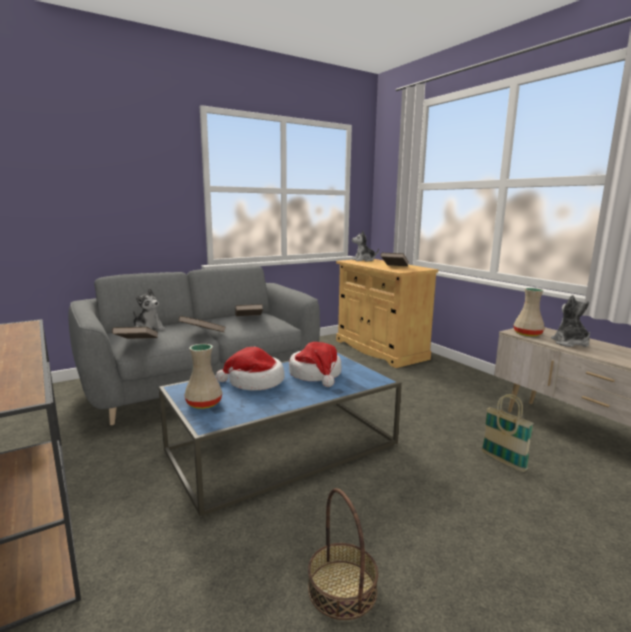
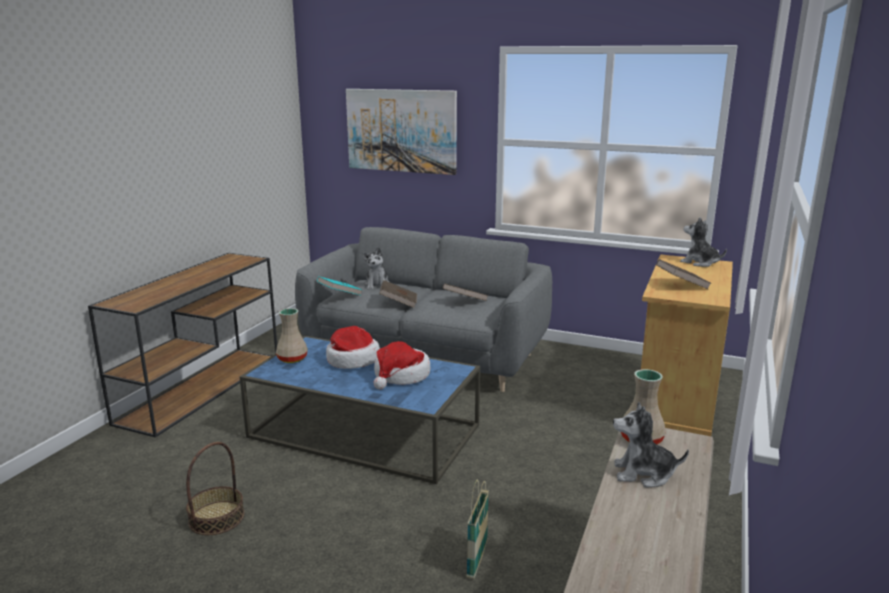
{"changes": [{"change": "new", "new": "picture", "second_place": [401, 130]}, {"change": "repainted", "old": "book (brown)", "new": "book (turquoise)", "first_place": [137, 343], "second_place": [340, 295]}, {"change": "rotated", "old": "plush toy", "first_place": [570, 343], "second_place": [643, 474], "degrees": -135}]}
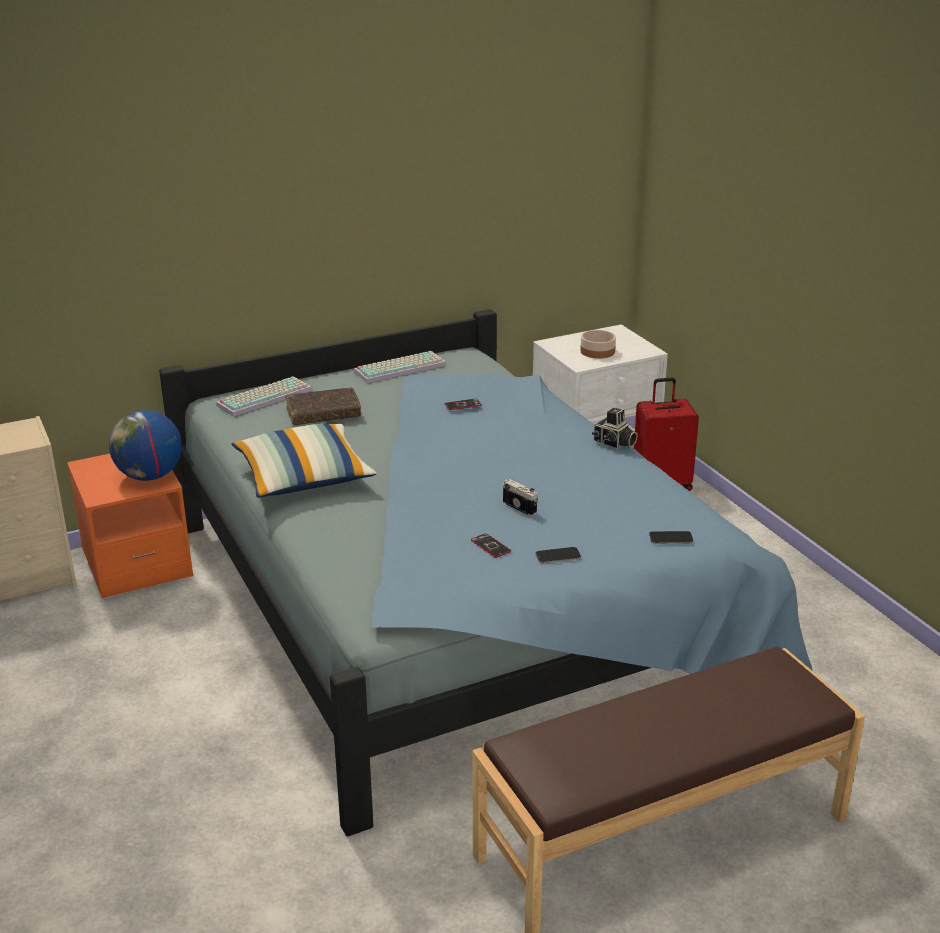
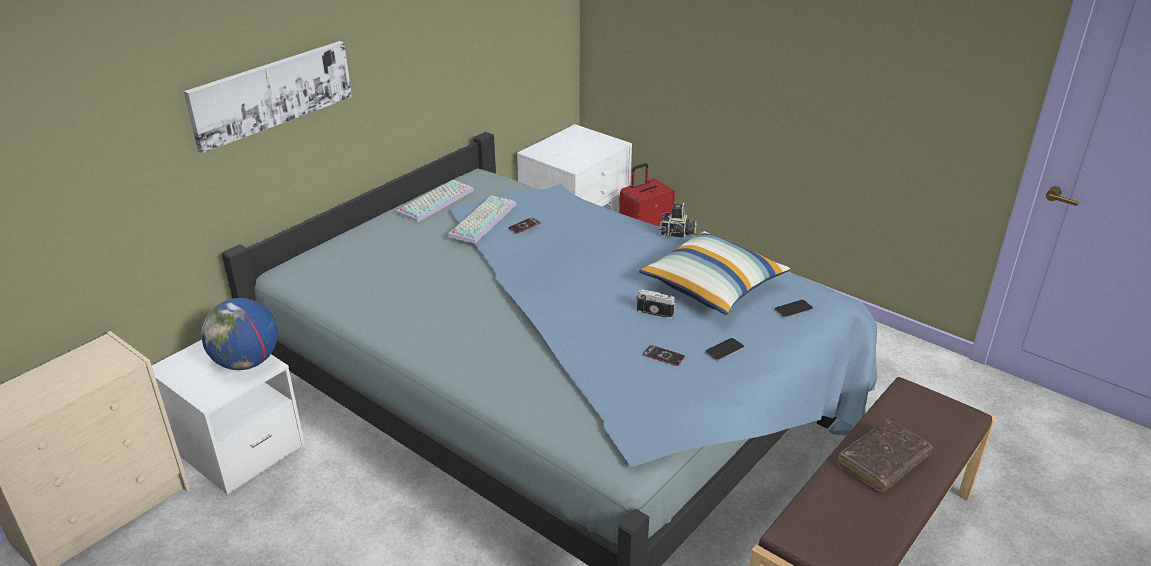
{"changes": [{"change": "gone", "old": "bowl", "first_place": [597, 351]}, {"change": "new", "new": "picture", "second_place": [271, 93]}, {"change": "shifted", "old": "keyboard", "first_place": [265, 397], "second_place": [482, 219]}, {"change": "shifted", "old": "pillow", "first_place": [303, 478], "second_place": [712, 287]}, {"change": "shifted", "old": "book (brown)", "first_place": [323, 414], "second_place": [882, 463]}, {"change": "repainted", "old": "nightstand (orange)", "new": "nightstand (white)", "first_place": [137, 564], "second_place": [237, 447]}]}
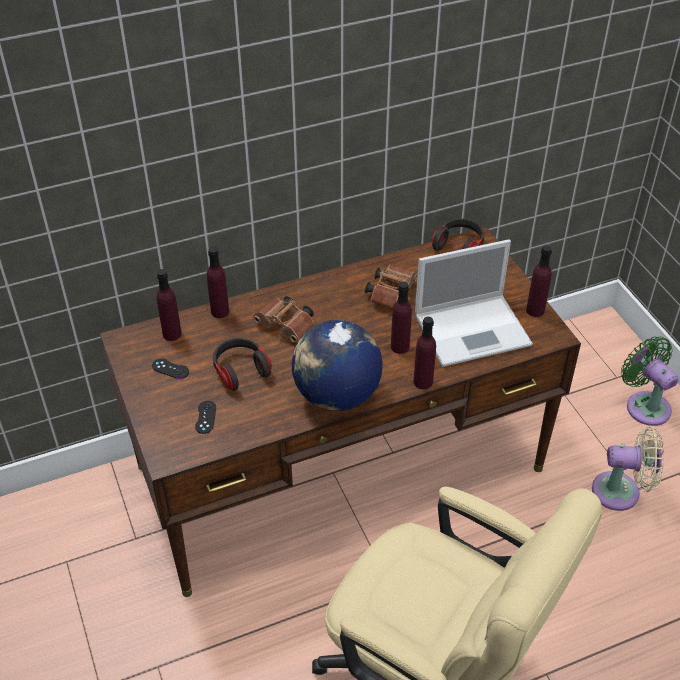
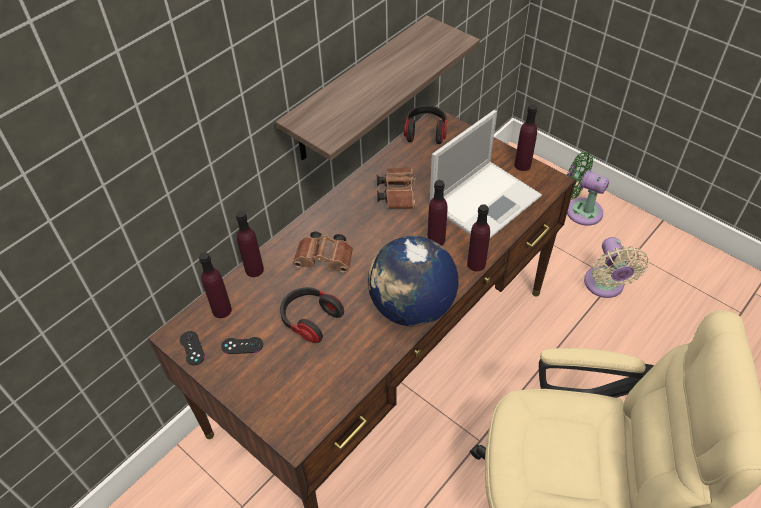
{"changes": [{"change": "new", "new": "shelf", "second_place": [357, 90]}, {"change": "shifted", "old": "game controller (black)", "first_place": [205, 417], "second_place": [192, 348]}, {"change": "rotated", "old": "fan (beige)", "first_place": [621, 492], "second_place": [605, 286], "degrees": 105}]}
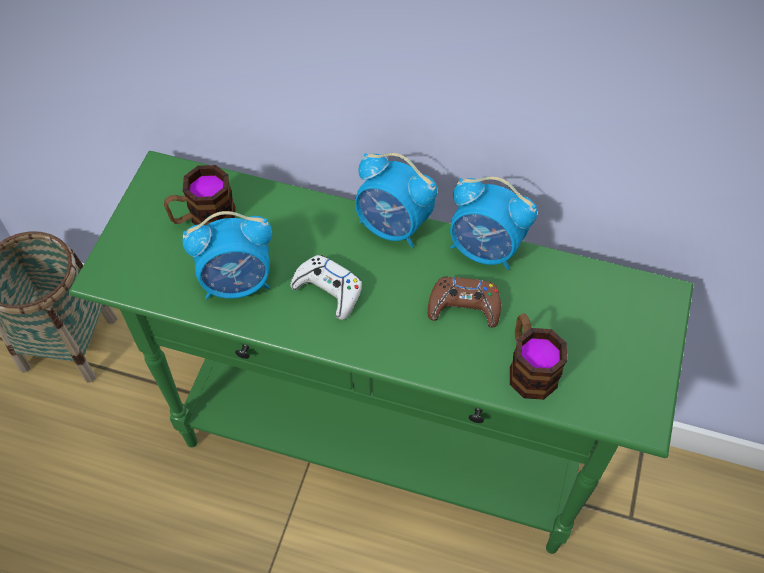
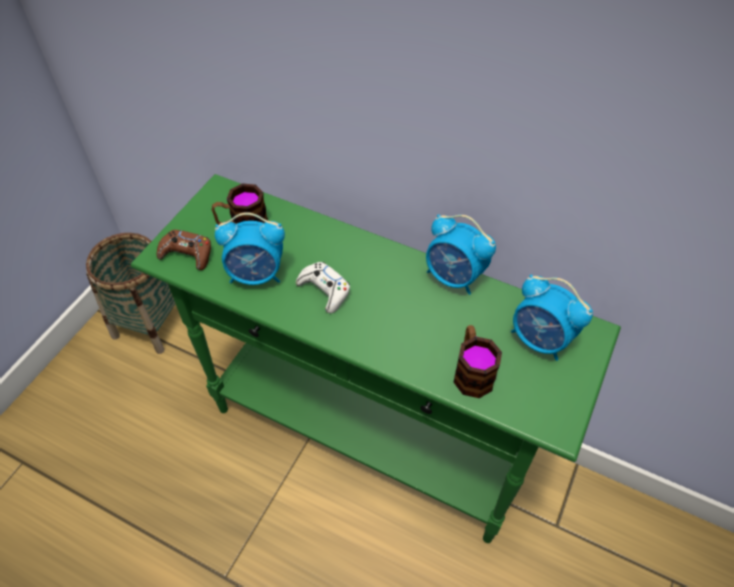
{"changes": [{"change": "shifted", "old": "alarm clock", "first_place": [393, 227], "second_place": [540, 340]}, {"change": "shifted", "old": "game controller (brown)", "first_place": [464, 307], "second_place": [187, 254]}]}
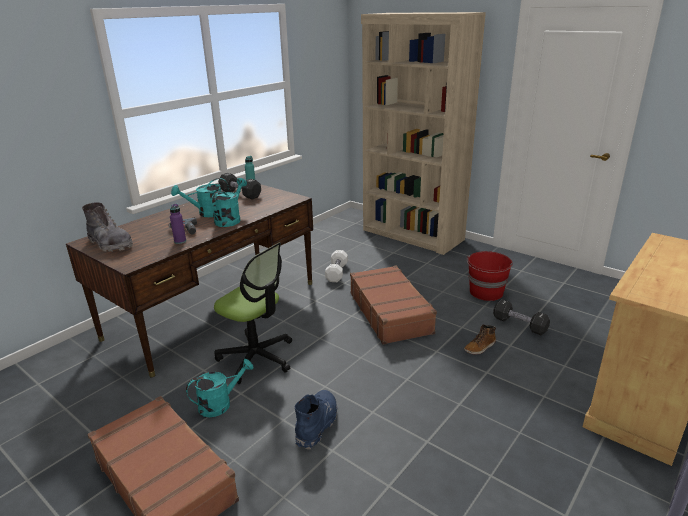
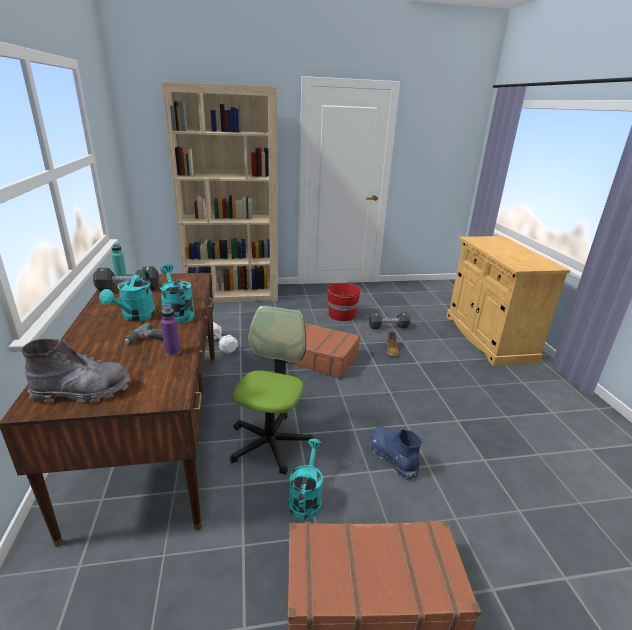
{"changes": [{"change": "rotated", "old": "office chair", "first_place": [256, 358], "second_place": [271, 443], "degrees": -60}]}
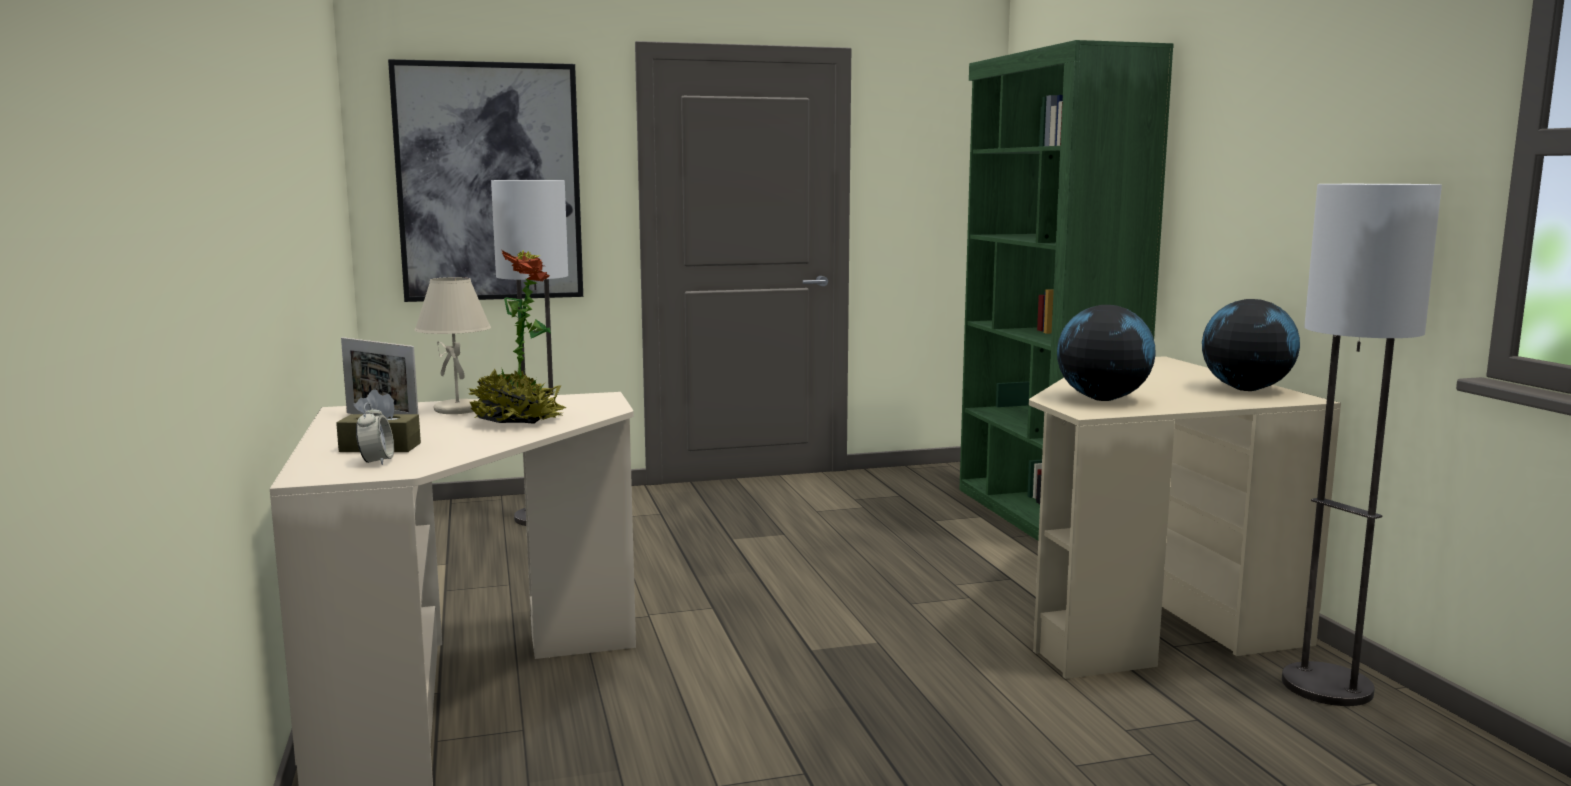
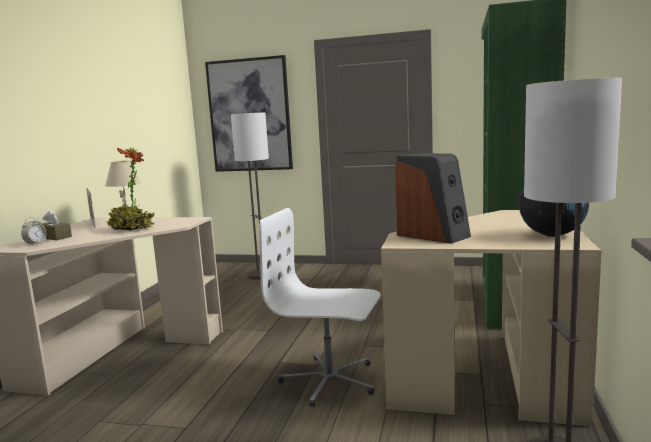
{"changes": [{"change": "new", "new": "office chair (white)", "second_place": [329, 381]}, {"change": "swapped", "old": "globe", "new": "speaker", "first_place": [1102, 399], "second_place": [433, 235]}]}
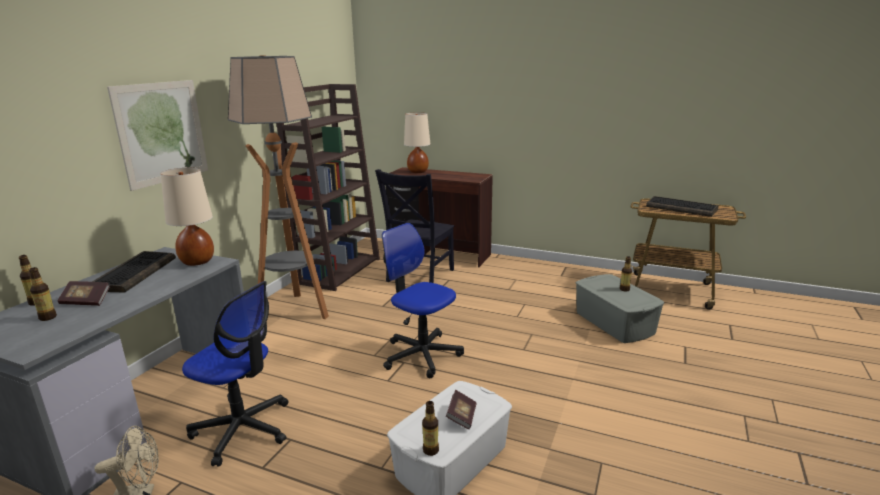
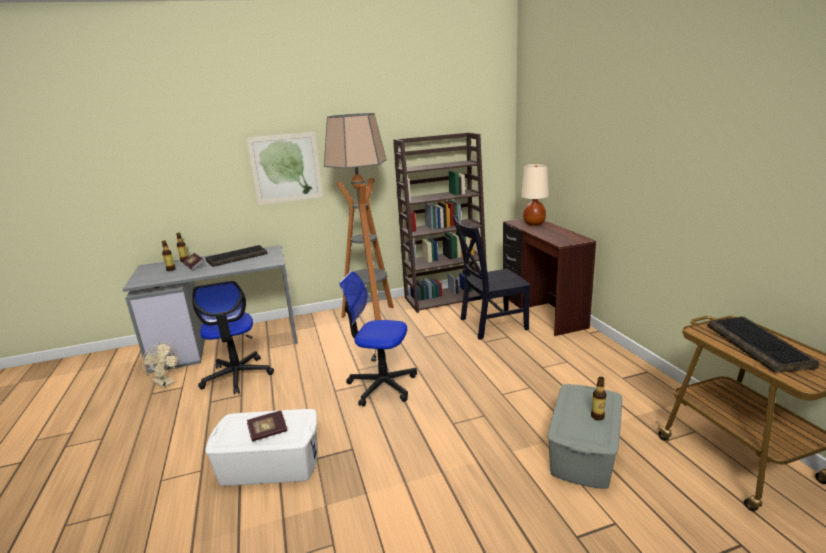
{"changes": [{"change": "gone", "old": "table lamp (beige)", "first_place": [198, 262]}, {"change": "gone", "old": "bottle", "first_place": [431, 450]}, {"change": "rotated", "old": "office chair", "first_place": [422, 355], "second_place": [382, 385], "degrees": -75}]}
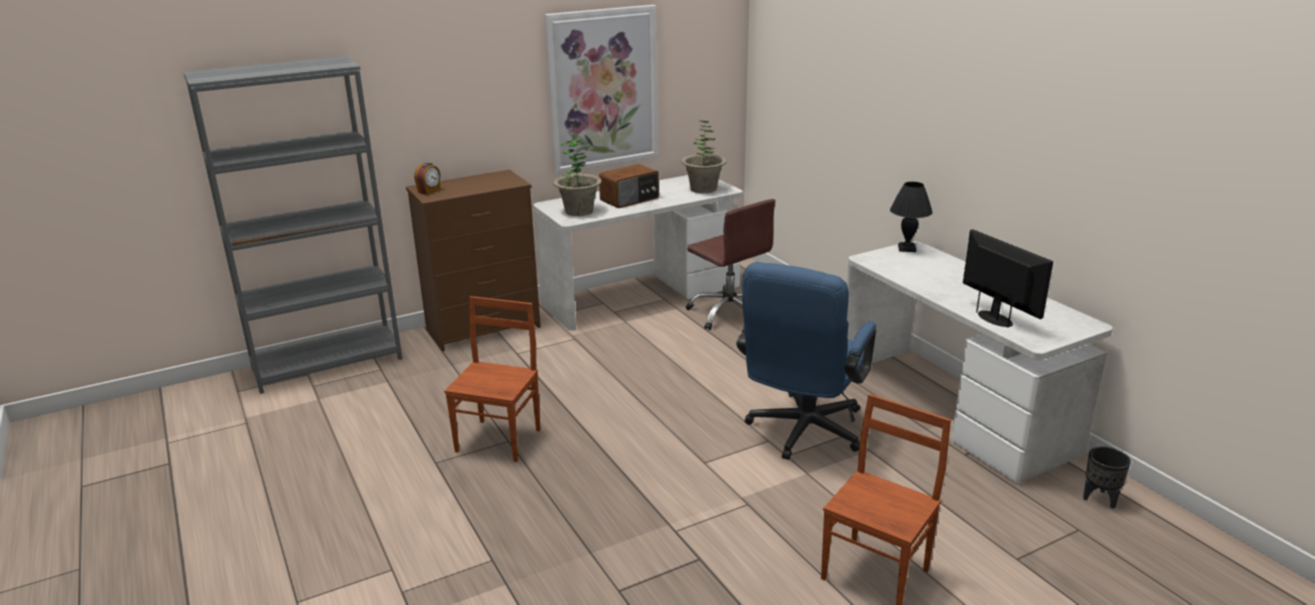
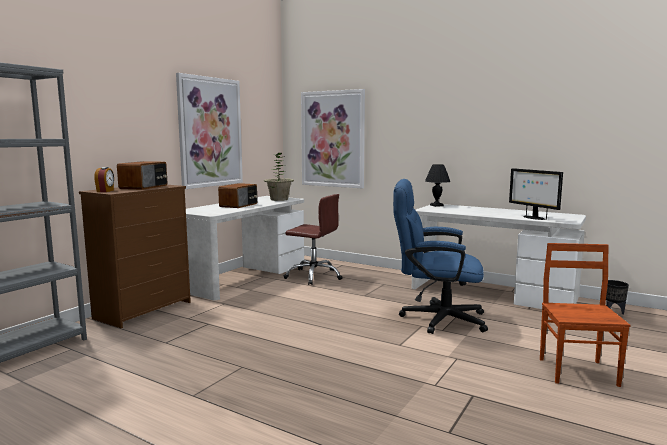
{"changes": [{"change": "gone", "old": "chair (brown)", "first_place": [500, 440]}, {"change": "gone", "old": "potted plant", "first_place": [579, 211]}, {"change": "new", "new": "radio", "second_place": [144, 187]}, {"change": "new", "new": "picture", "second_place": [332, 139]}, {"change": "rotated", "old": "office chair (blue)", "first_place": [802, 433], "second_place": [435, 318], "degrees": 105}, {"change": "rotated", "old": "monitor", "first_place": [996, 319], "second_place": [533, 218], "degrees": -150}]}
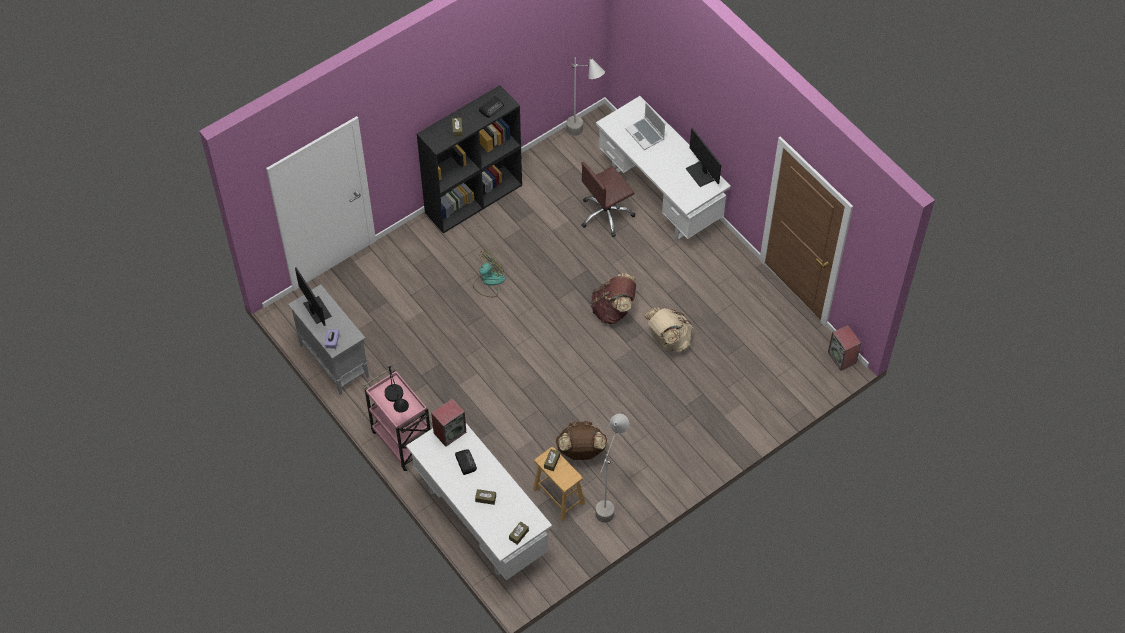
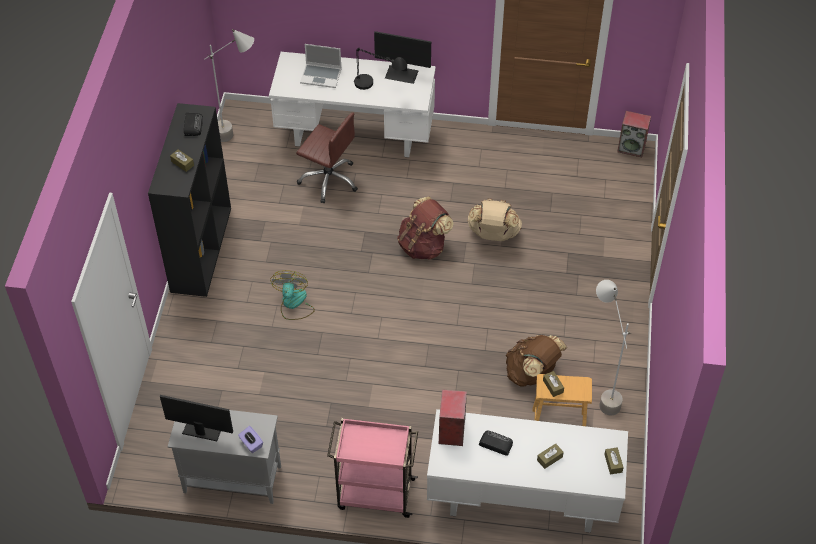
{"changes": [{"change": "shifted", "old": "table lamp (black)", "first_place": [398, 407], "second_place": [378, 88]}, {"change": "rotated", "old": "office chair (brown)", "first_place": [606, 215], "second_place": [329, 179], "degrees": -75}]}
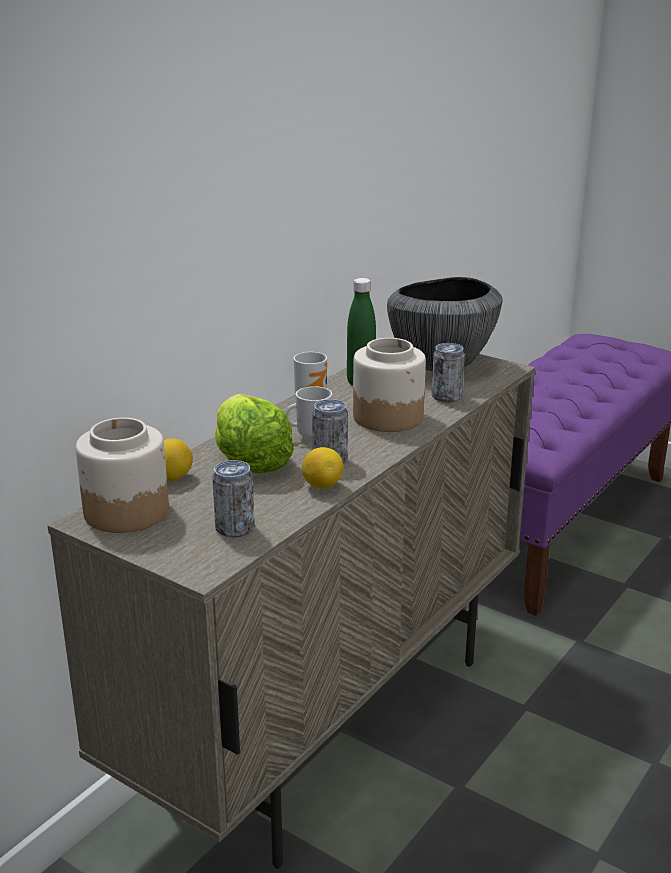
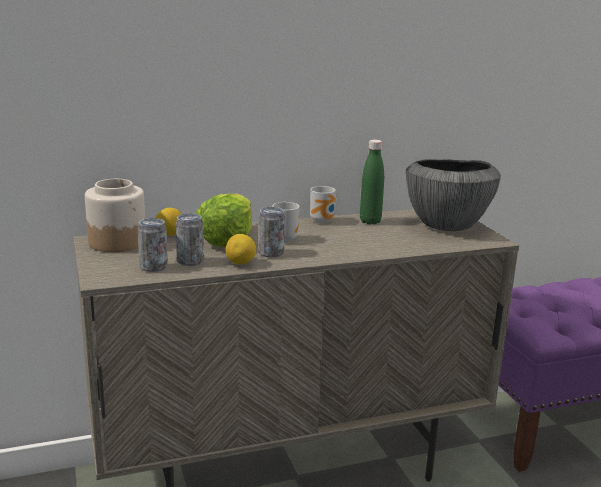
{"changes": [{"change": "gone", "old": "jar", "first_place": [388, 417]}, {"change": "shifted", "old": "can", "first_place": [446, 397], "second_place": [190, 261]}]}
